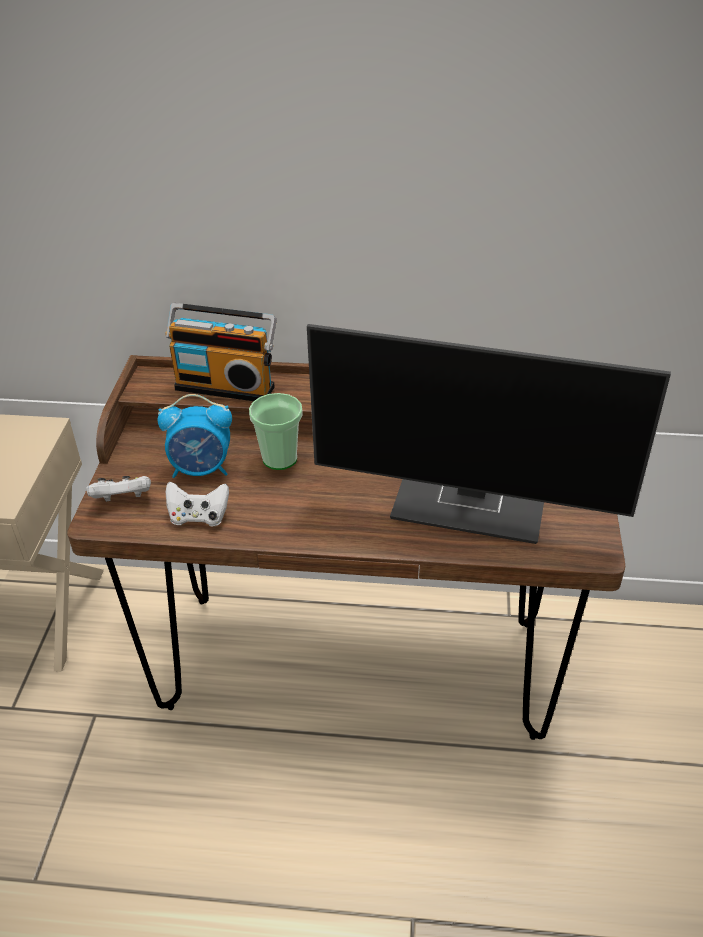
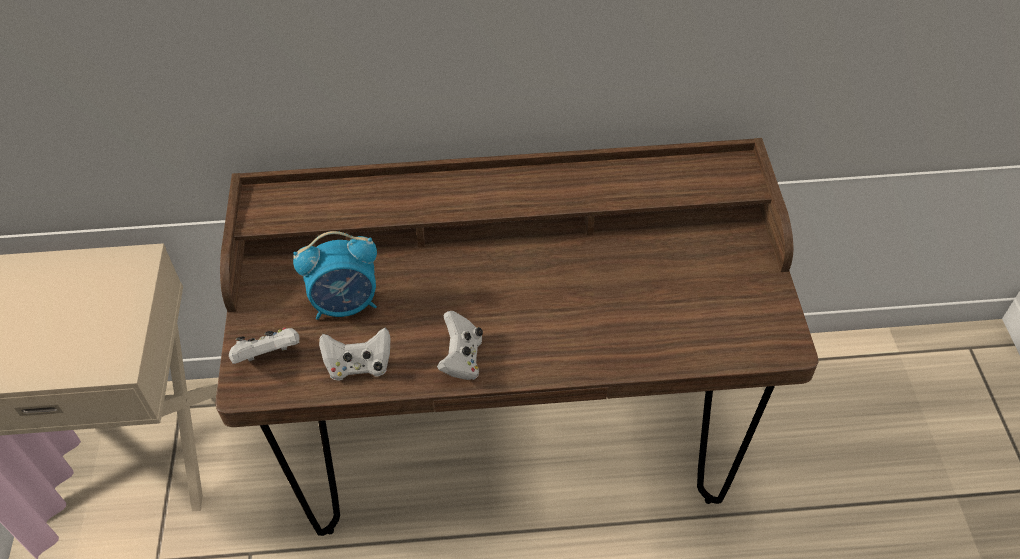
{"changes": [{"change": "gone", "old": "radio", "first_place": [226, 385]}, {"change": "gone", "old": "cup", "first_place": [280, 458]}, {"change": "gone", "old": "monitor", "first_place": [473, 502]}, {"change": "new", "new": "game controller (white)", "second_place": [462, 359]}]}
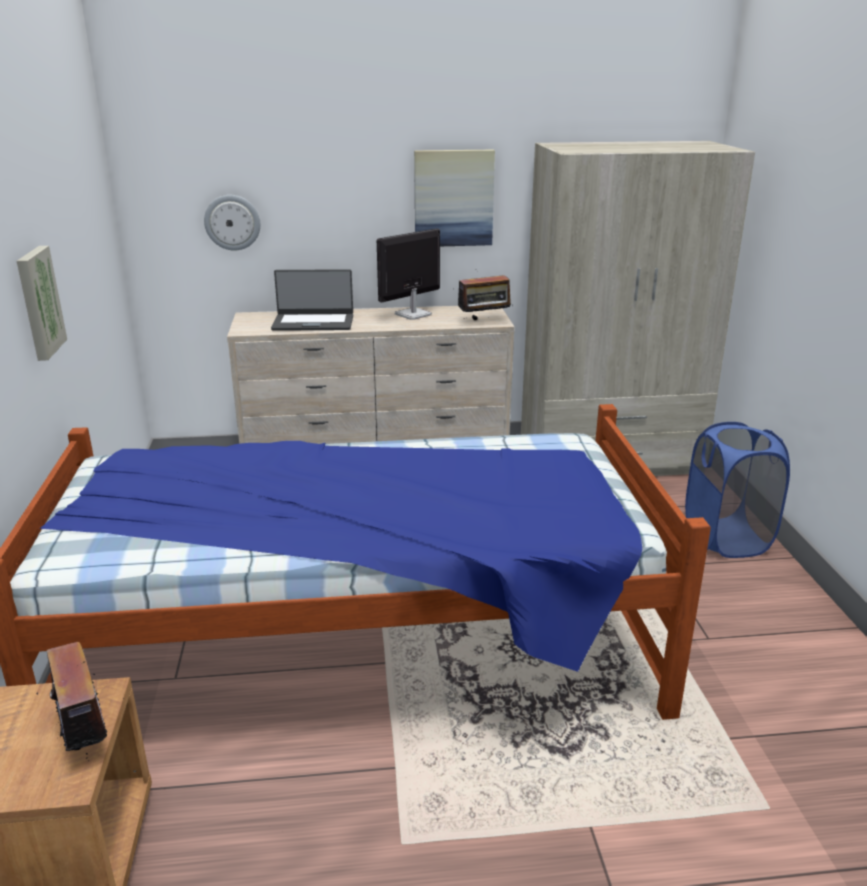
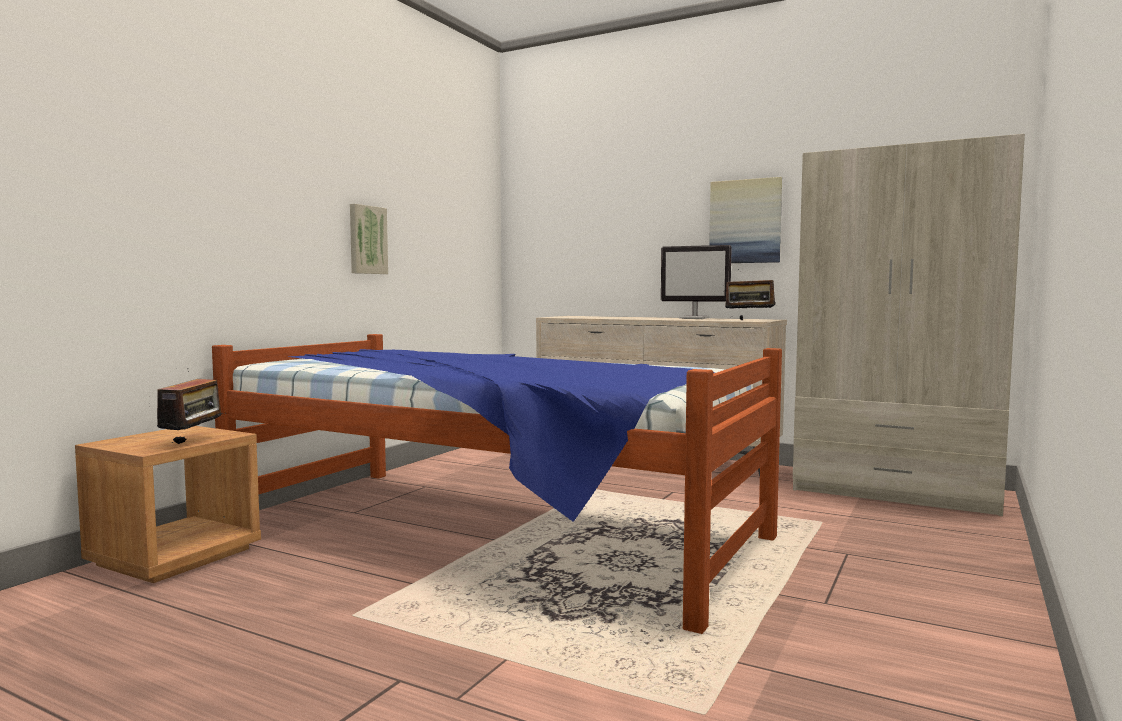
{"changes": [{"change": "gone", "old": "wall clock", "first_place": [232, 222]}, {"change": "gone", "old": "laptop", "first_place": [313, 322]}, {"change": "gone", "old": "laundry basket (blue)", "first_place": [726, 538]}, {"change": "rotated", "old": "monitor", "first_place": [412, 315], "second_place": [695, 318], "degrees": -150}]}
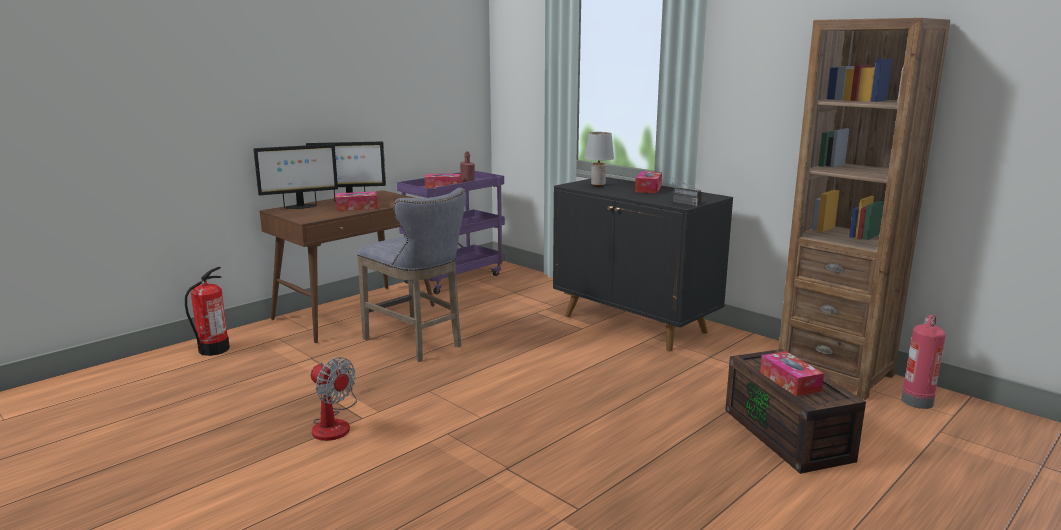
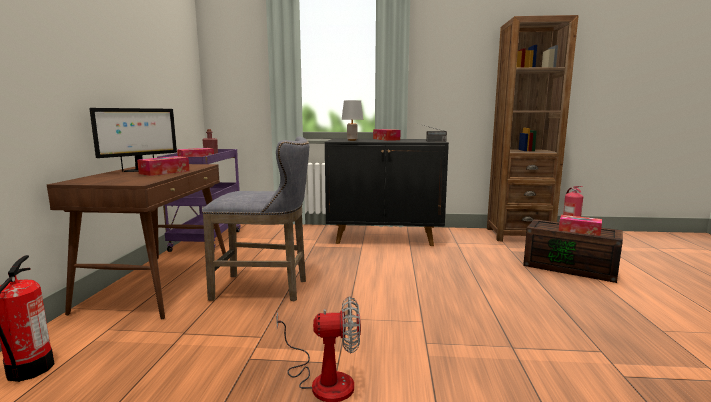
{"changes": [{"change": "gone", "old": "monitor", "first_place": [300, 207]}]}
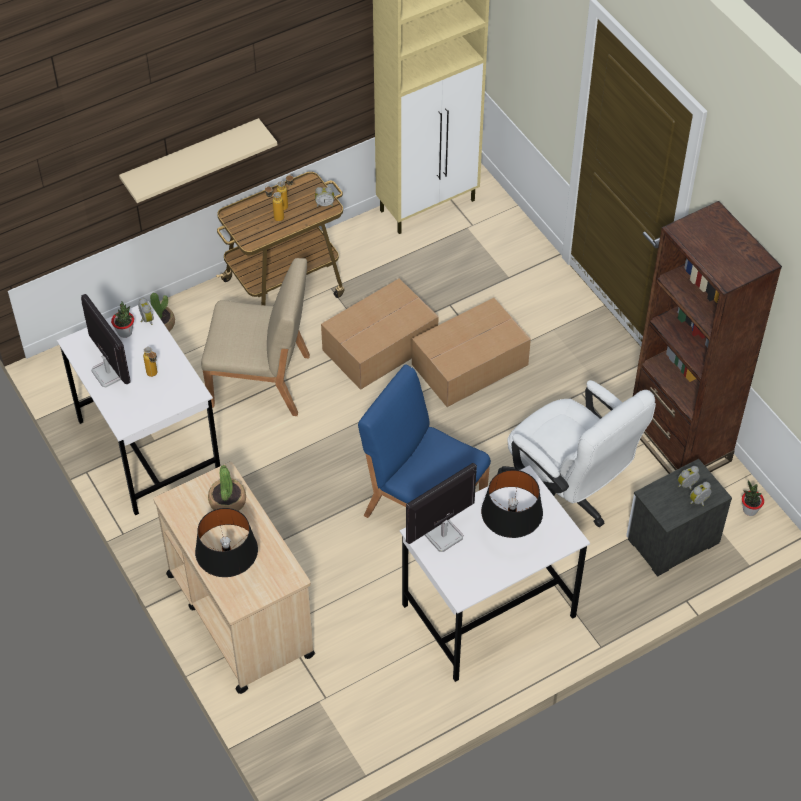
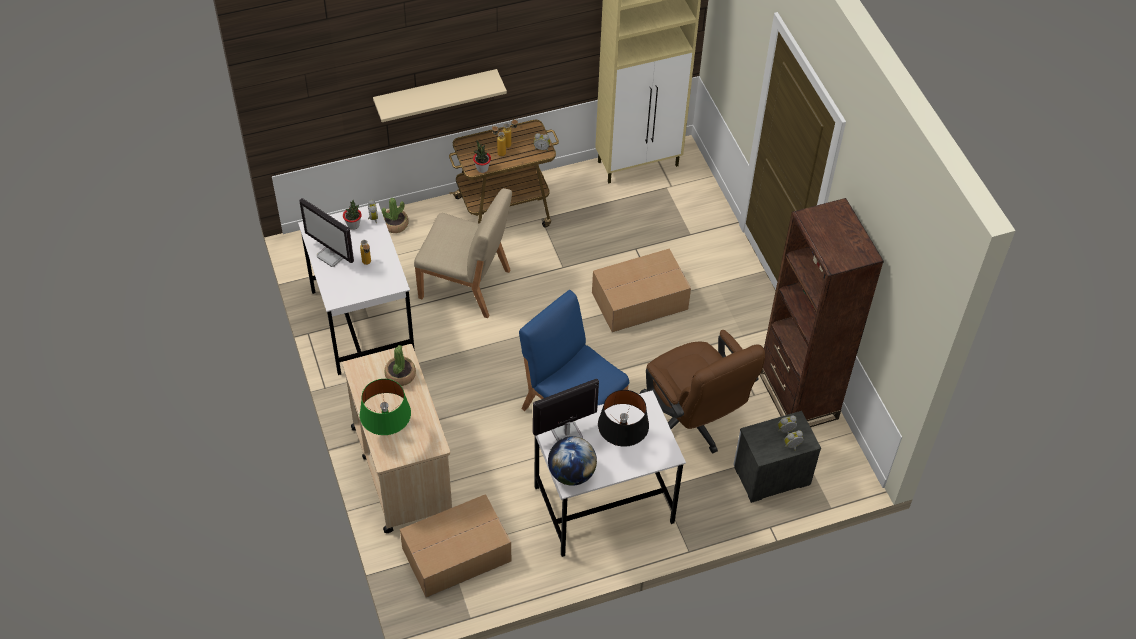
{"changes": [{"change": "new", "new": "globe", "second_place": [571, 473]}, {"change": "shifted", "old": "cardboard box", "first_place": [378, 346], "second_place": [455, 554]}, {"change": "shifted", "old": "potted plant", "first_place": [749, 510], "second_place": [482, 168]}, {"change": "repainted", "old": "table lamp (black)", "new": "table lamp (green)", "first_place": [229, 572], "second_place": [387, 432]}, {"change": "repainted", "old": "office chair (white)", "new": "office chair (brown)", "first_place": [566, 496], "second_place": [692, 423]}, {"change": "rotated", "old": "monitor", "first_place": [109, 372], "second_place": [333, 255], "degrees": 150}]}
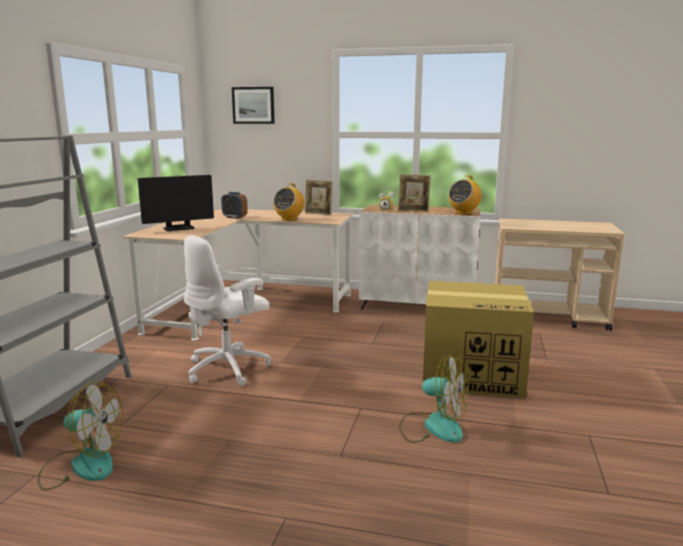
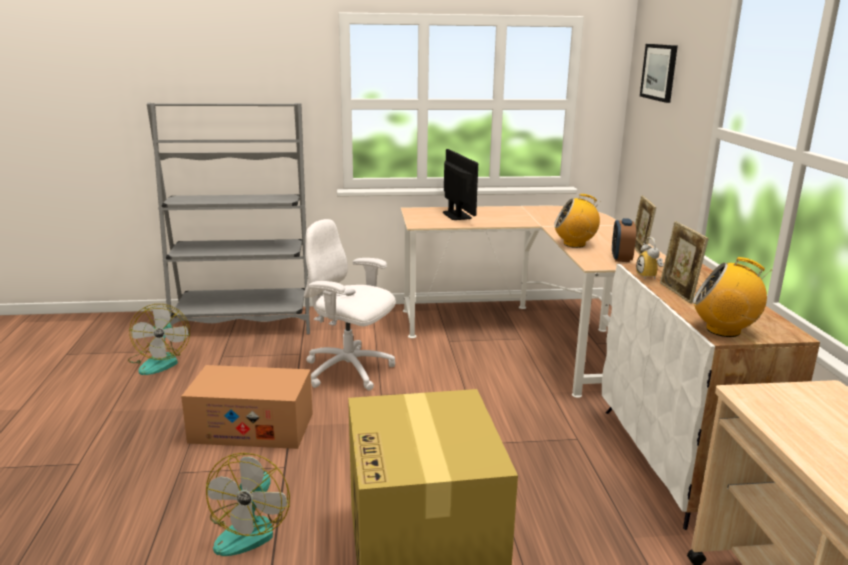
{"changes": [{"change": "new", "new": "cardboard box", "second_place": [252, 427]}, {"change": "shifted", "old": "alarm clock", "first_place": [234, 217], "second_place": [621, 258]}, {"change": "rotated", "old": "monitor", "first_place": [179, 228], "second_place": [456, 215], "degrees": -150}]}
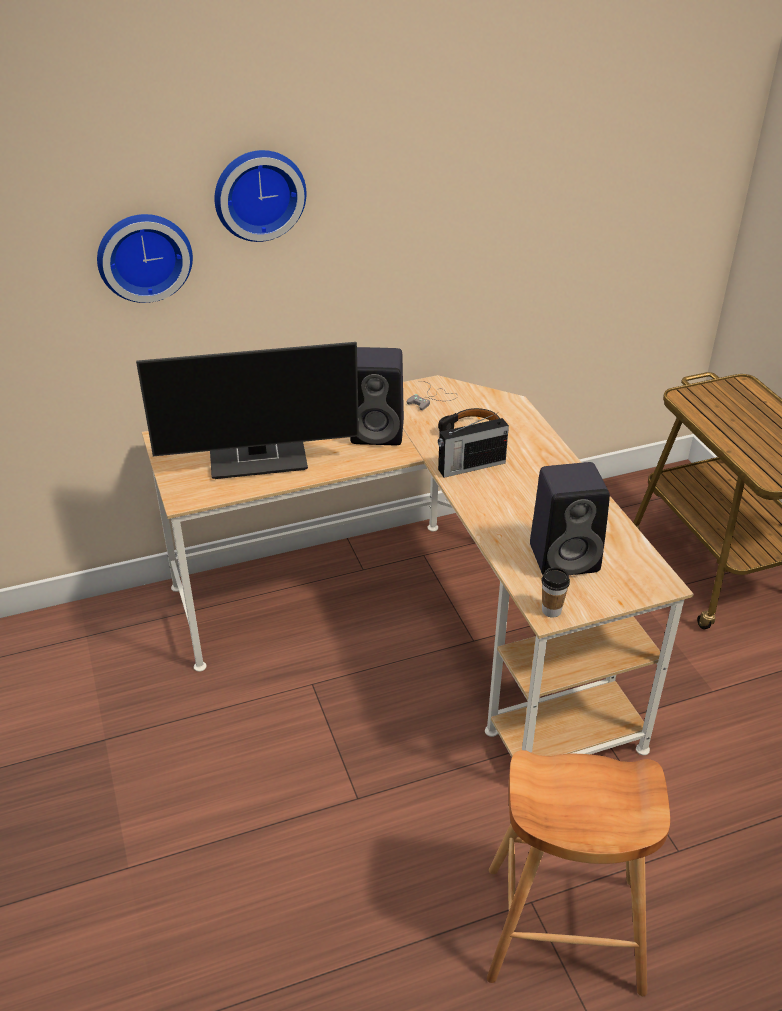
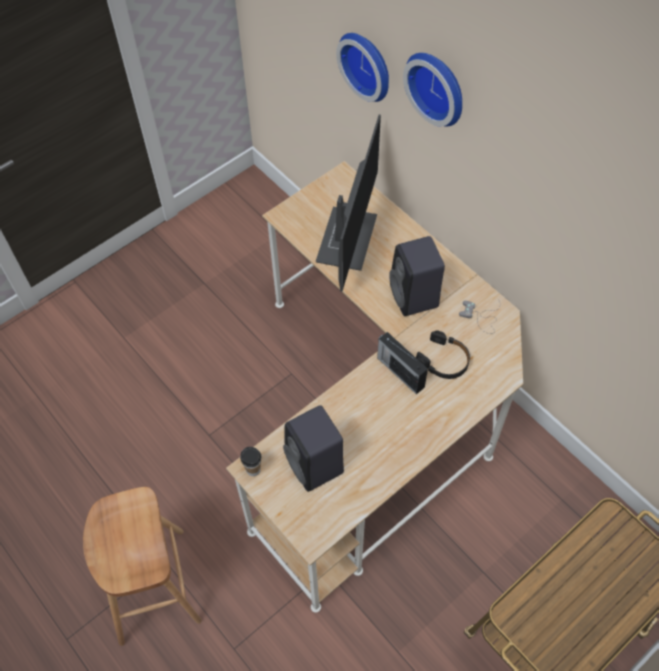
{"changes": [{"change": "rotated", "old": "monitor", "first_place": [260, 457], "second_place": [347, 238], "degrees": -135}]}
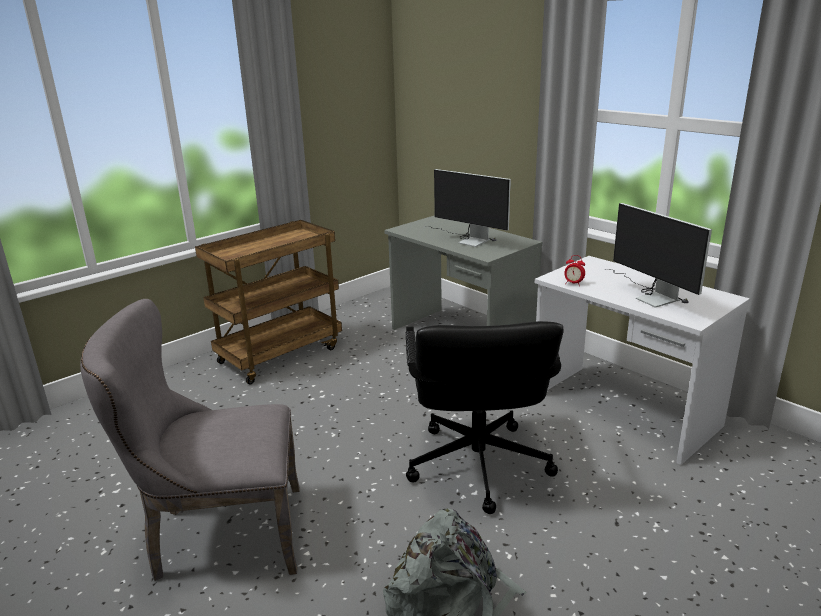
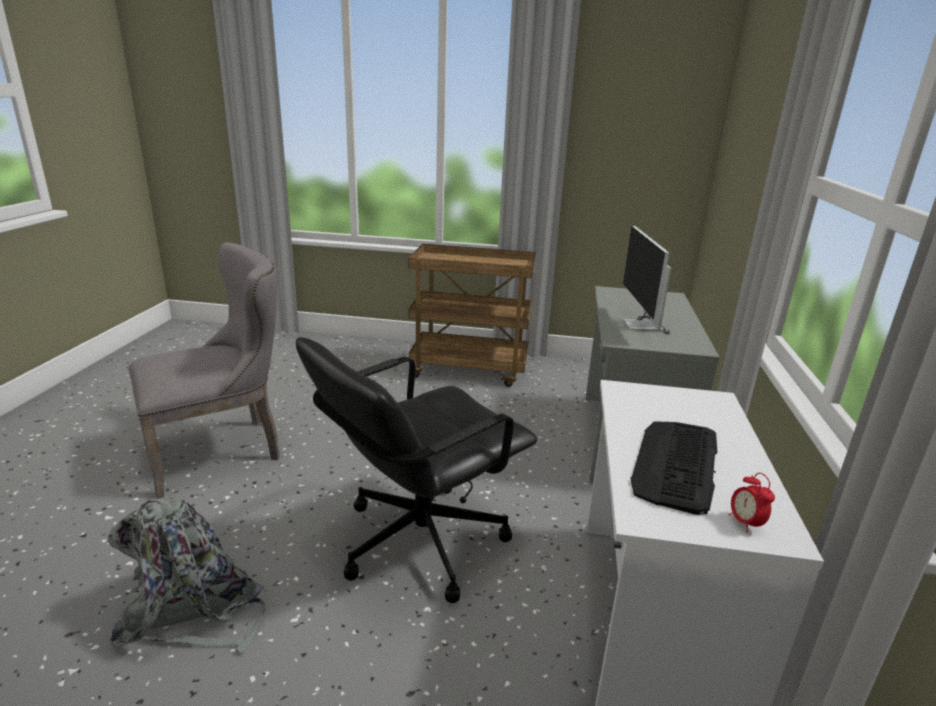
{"changes": [{"change": "shifted", "old": "alarm clock", "first_place": [573, 284], "second_place": [745, 523]}, {"change": "swapped", "old": "monitor", "new": "keyboard", "first_place": [650, 295], "second_place": [676, 464]}, {"change": "rotated", "old": "chair (grey)", "first_place": [219, 536], "second_place": [222, 450], "degrees": 105}]}
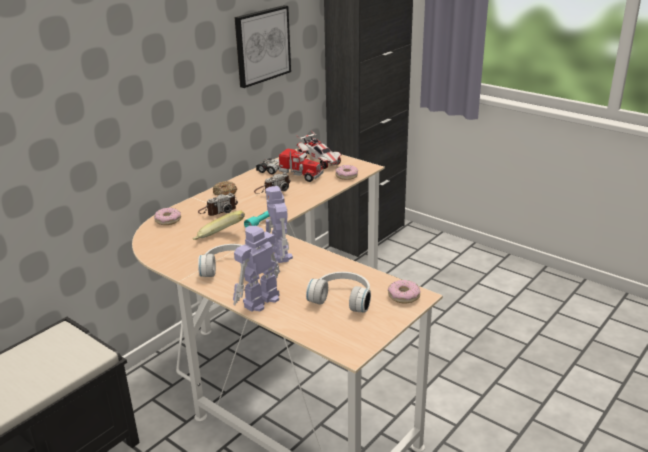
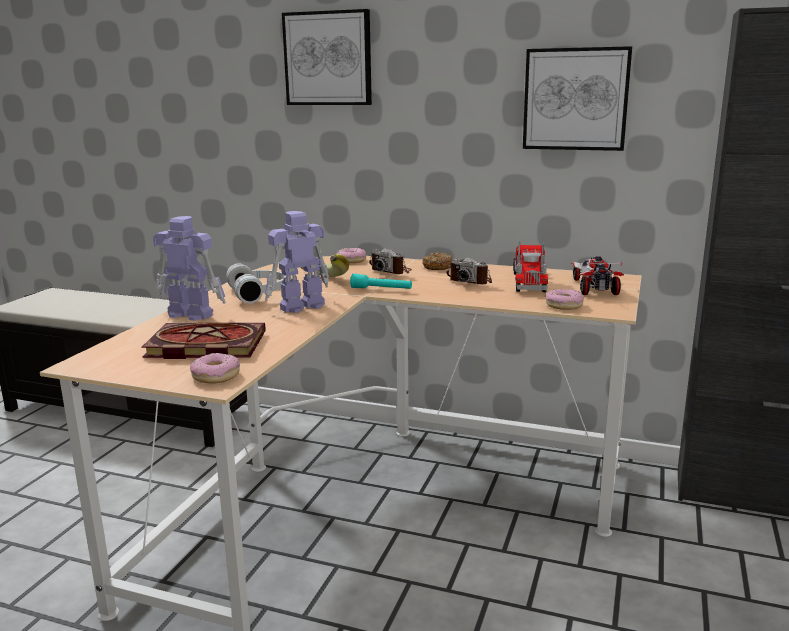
{"changes": [{"change": "new", "new": "picture", "second_place": [328, 59]}, {"change": "swapped", "old": "headphones (white)", "new": "book", "first_place": [343, 298], "second_place": [203, 346]}, {"change": "rotated", "old": "toy car", "first_place": [319, 161], "second_place": [593, 287], "degrees": 150}]}
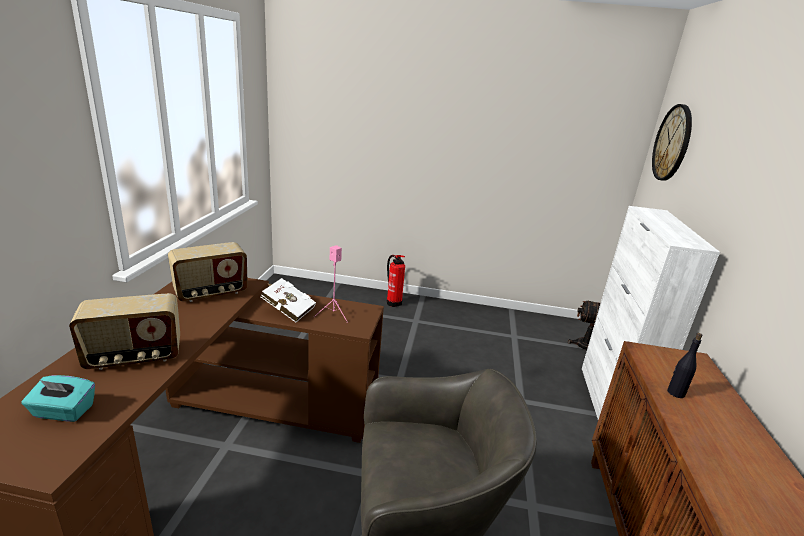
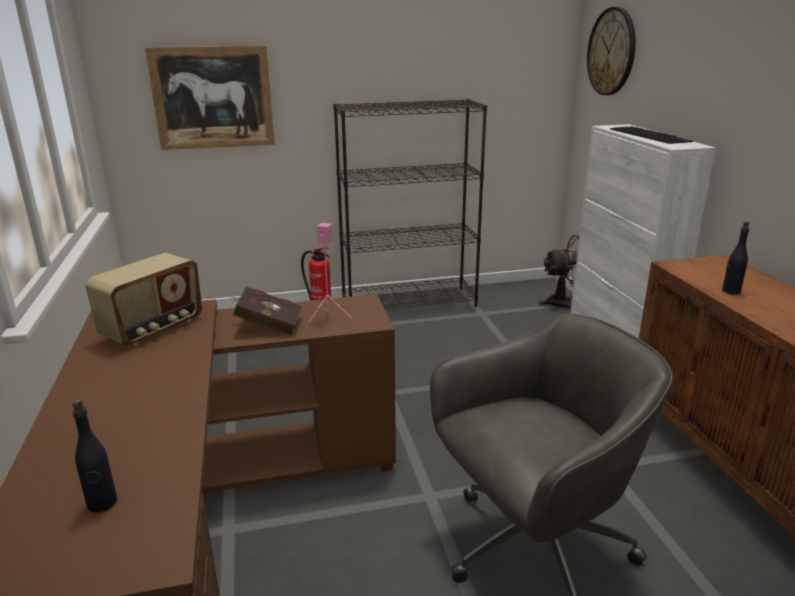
{"changes": [{"change": "gone", "old": "radio", "first_place": [134, 357]}, {"change": "new", "new": "picture", "second_place": [213, 97]}, {"change": "new", "new": "bookcase (black)", "second_place": [409, 302]}, {"change": "new", "new": "keyboard", "second_place": [651, 135]}, {"change": "swapped", "old": "tissue box (turquoise)", "new": "bottle (black)", "first_place": [63, 412], "second_place": [102, 503]}, {"change": "repainted", "old": "book (white)", "new": "book (red)", "first_place": [287, 310], "second_place": [267, 325]}]}
